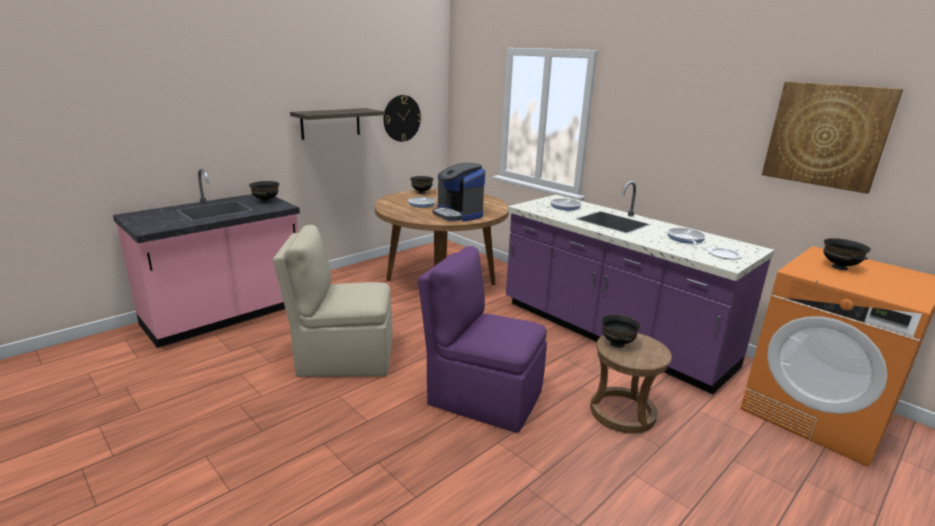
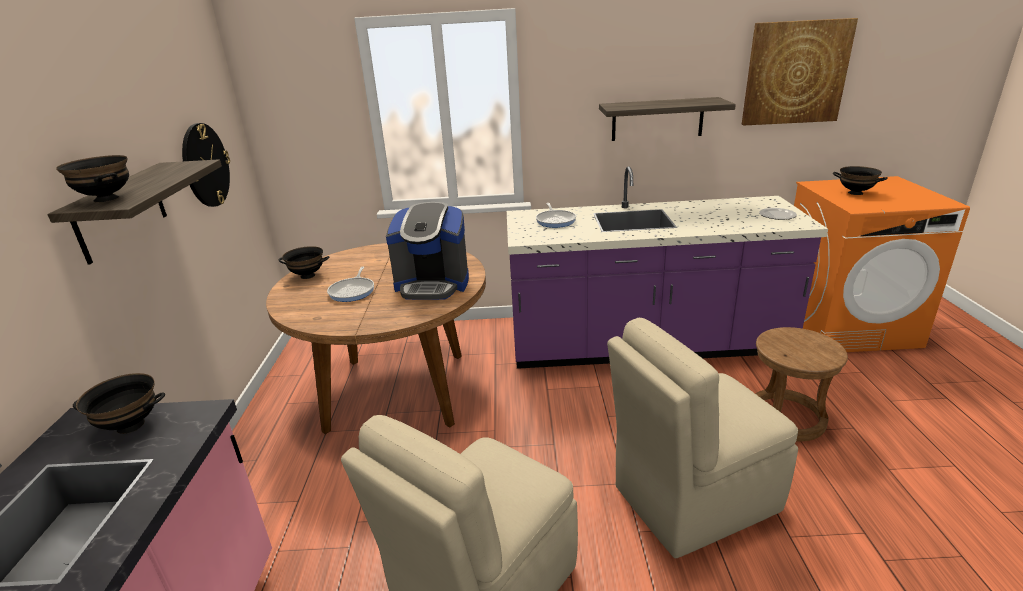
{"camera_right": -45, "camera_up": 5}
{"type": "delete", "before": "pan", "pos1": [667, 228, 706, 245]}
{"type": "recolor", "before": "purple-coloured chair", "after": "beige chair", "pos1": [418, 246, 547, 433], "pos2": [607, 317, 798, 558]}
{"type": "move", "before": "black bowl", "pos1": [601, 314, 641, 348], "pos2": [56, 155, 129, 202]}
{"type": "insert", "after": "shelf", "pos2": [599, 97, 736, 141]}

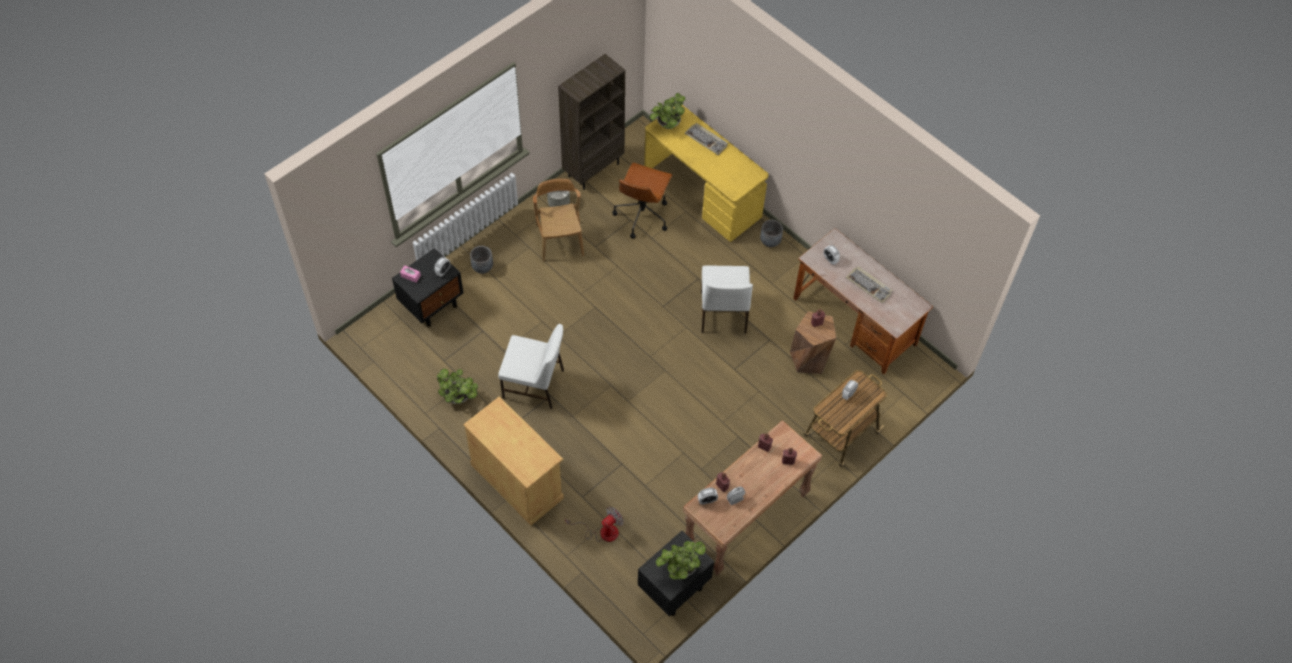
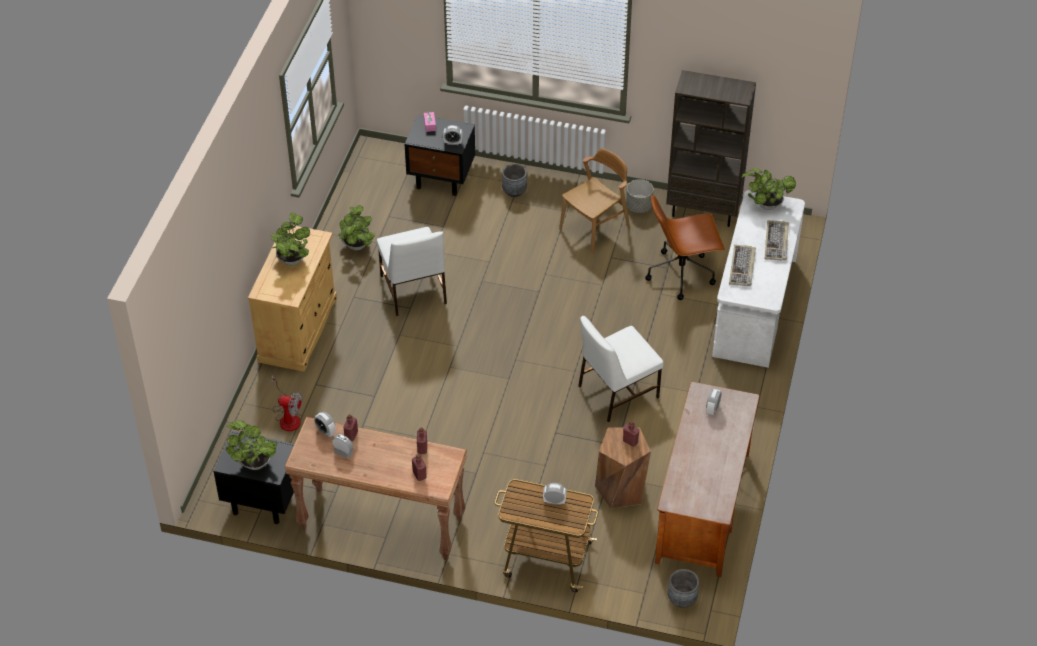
{"camera_right": 60, "camera_up": -10}
{"type": "recolor", "before": "yellow-coloured desk", "after": "whitish desk", "pos1": [644, 105, 769, 242], "pos2": [712, 190, 805, 368]}
{"type": "move", "before": "gray flower pot", "pos1": [760, 220, 783, 247], "pos2": [668, 569, 699, 608]}
{"type": "move", "before": "keyboard", "pos1": [846, 266, 893, 304], "pos2": [729, 245, 756, 286]}
{"type": "insert", "after": "potted plant", "pos2": [270, 213, 310, 265]}

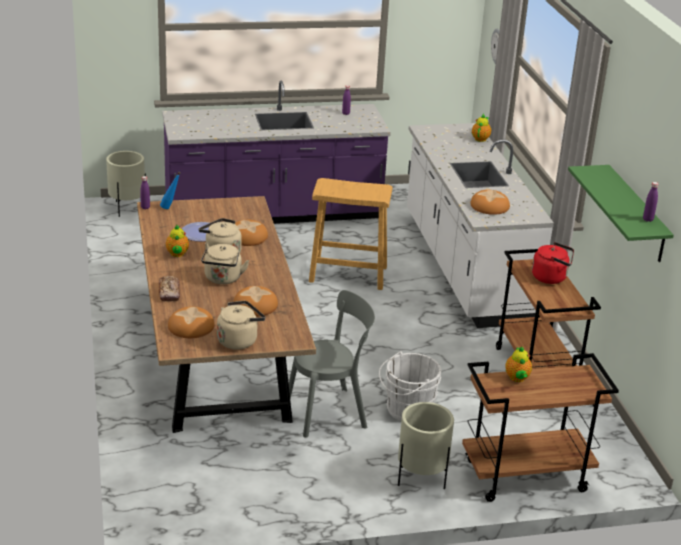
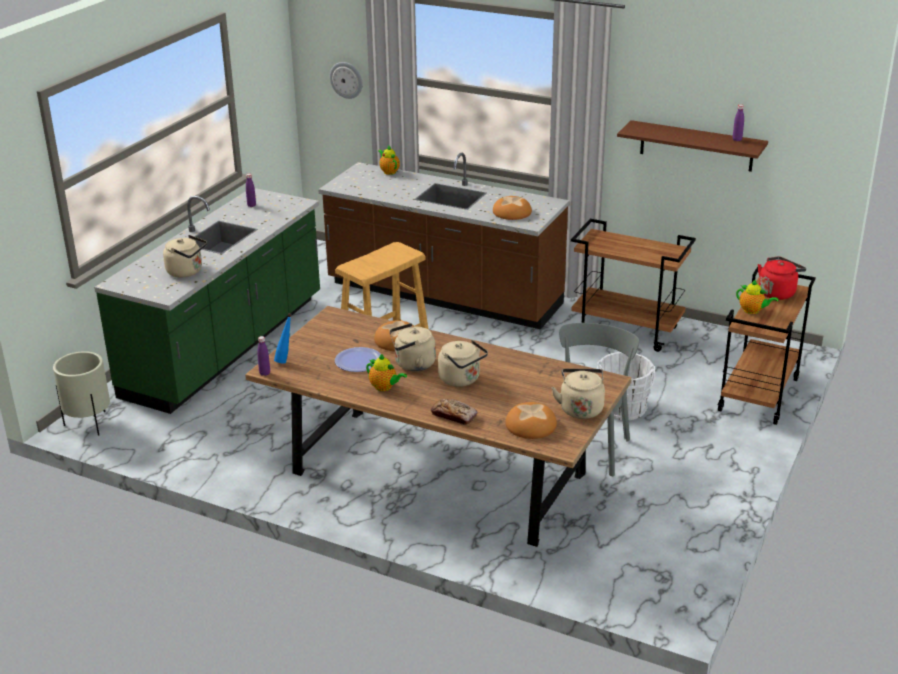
{"camera_right": -50, "camera_up": 0}
{"type": "recolor", "before": "purple-coloured kitchen base unit", "after": "greenish kitchen base unit", "pos1": [162, 81, 391, 224], "pos2": [94, 188, 320, 414]}
{"type": "recolor", "before": "whitish kitchen base unit", "after": "brown kitchen base unit", "pos1": [407, 123, 554, 328], "pos2": [318, 153, 569, 329]}
{"type": "recolor", "before": "greenish shelf", "after": "brown shelf", "pos1": [568, 165, 674, 262], "pos2": [617, 120, 768, 172]}
{"type": "move", "before": "red-coloured kettle", "pos1": [532, 242, 574, 284], "pos2": [758, 256, 806, 300]}
{"type": "delete", "before": "bread", "pos1": [233, 286, 278, 317]}
{"type": "delete", "before": "beige flower pot", "pos1": [398, 402, 454, 490]}
{"type": "insert", "after": "beige kettle", "pos2": [163, 235, 207, 277]}

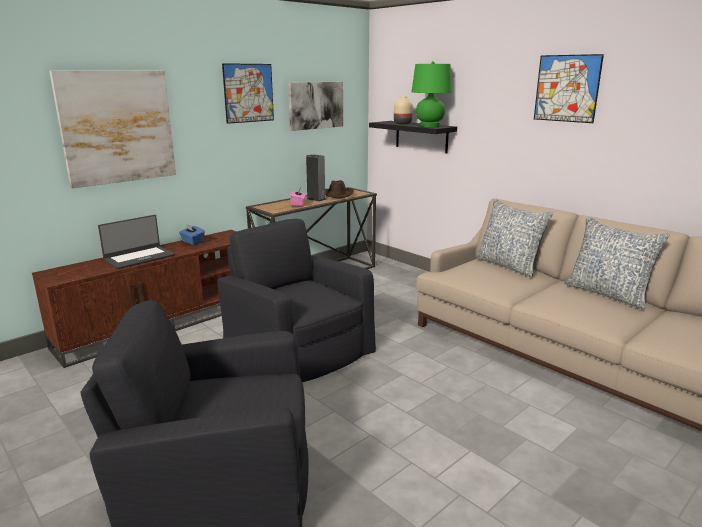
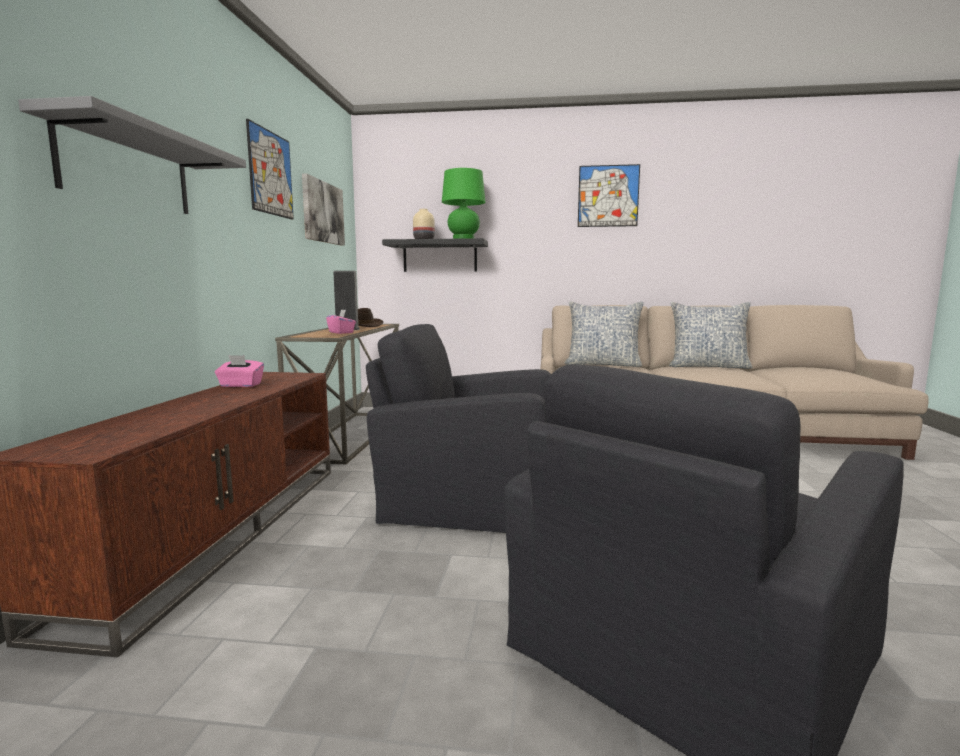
{"camera_right": -40, "camera_up": -10}
{"type": "replace", "before": "wall art", "after": "gray shelf", "pos1": [49, 71, 176, 188], "pos2": [18, 96, 246, 214]}
{"type": "delete", "before": "portable computer", "pos1": [98, 215, 175, 269]}
{"type": "recolor", "before": "blue-coloured tissue box", "after": "pink-coloured tissue box", "pos1": [179, 224, 205, 245], "pos2": [215, 355, 264, 387]}

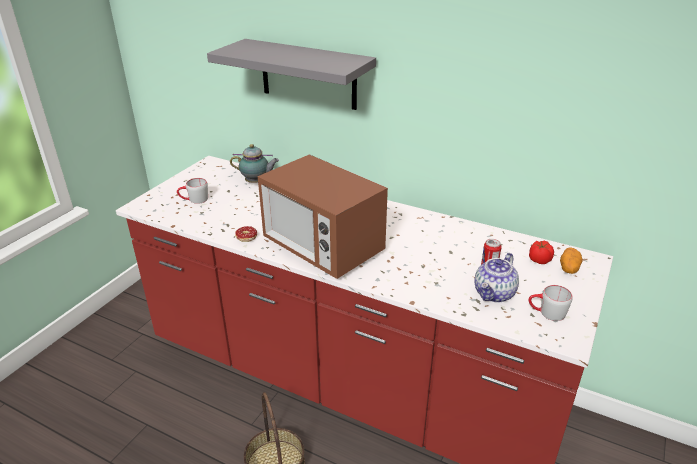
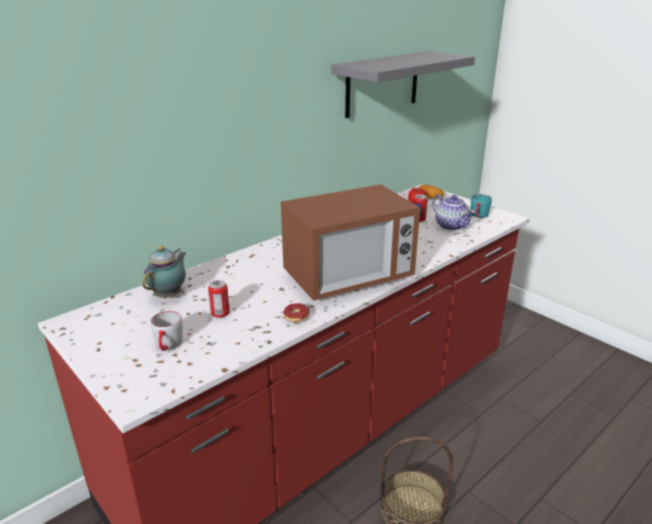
{"camera_right": -70, "camera_up": -5}
{"type": "move", "before": "gray shelf", "pos1": [207, 39, 376, 110], "pos2": [331, 51, 475, 118]}
{"type": "recolor", "before": "gray mug", "after": "blue-green mug", "pos1": [529, 285, 573, 321], "pos2": [471, 194, 492, 218]}
{"type": "insert", "after": "metal can", "pos2": [208, 280, 230, 318]}

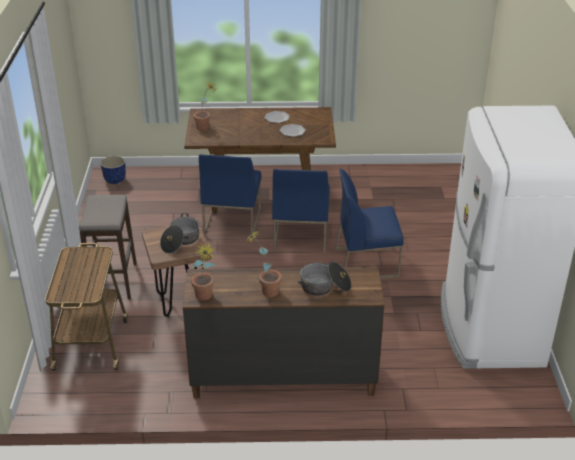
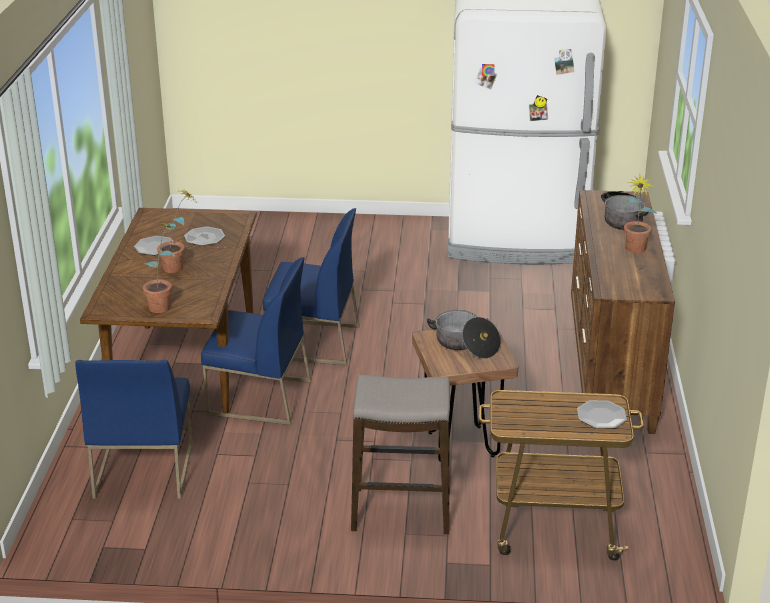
{"camera_right": -85, "camera_up": -5}
{"type": "delete", "before": "flower pot", "pos1": [100, 156, 126, 184]}
{"type": "move", "before": "blue-coloured chair", "pos1": [335, 169, 404, 278], "pos2": [75, 360, 193, 499]}
{"type": "move", "before": "potted plant", "pos1": [191, 243, 216, 300], "pos2": [157, 189, 195, 273]}
{"type": "insert", "after": "plate", "pos2": [577, 400, 627, 428]}

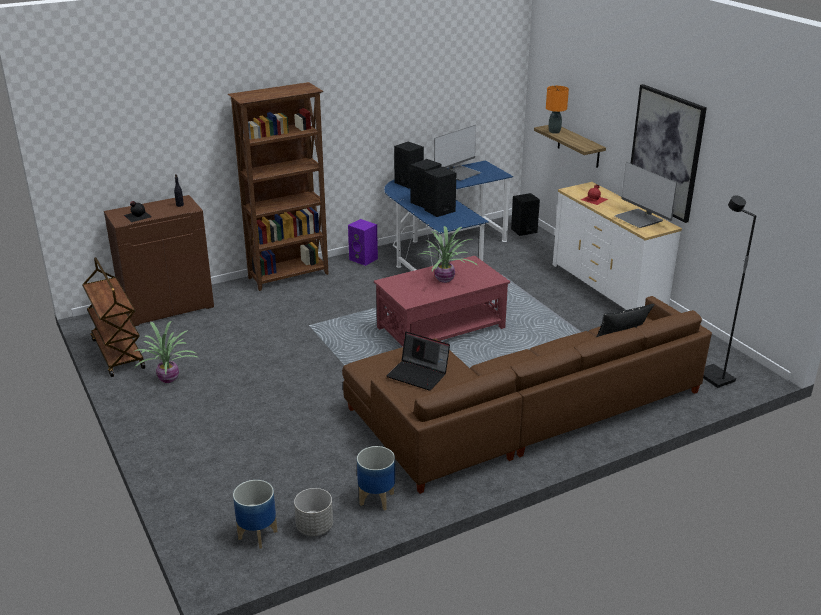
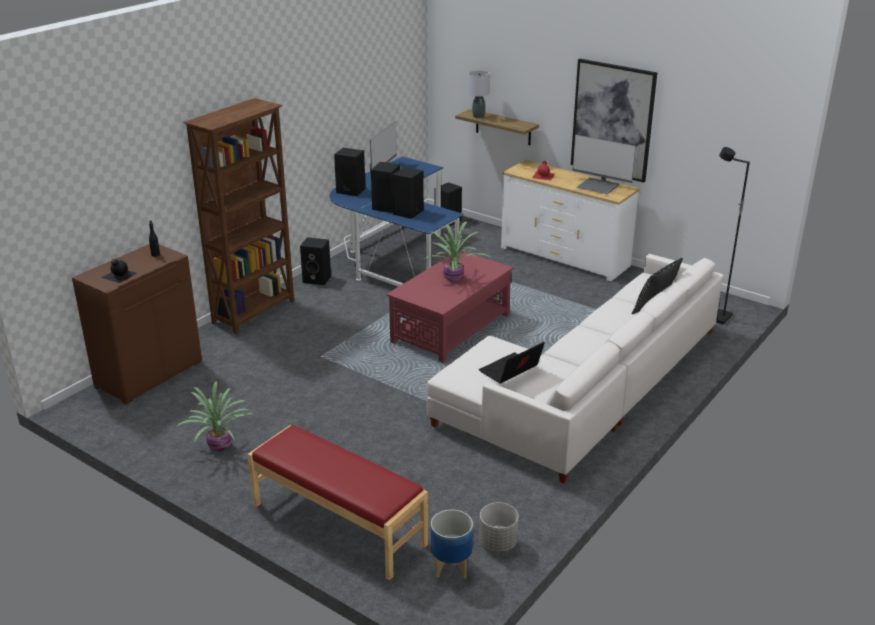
{"camera_right": -25, "camera_up": 0}
{"type": "recolor", "before": "orange table lamp", "after": "gray table lamp", "pos1": [546, 86, 569, 134], "pos2": [468, 71, 490, 118]}
{"type": "recolor", "before": "purple-coloured loudspeaker", "after": "black loudspeaker", "pos1": [348, 219, 378, 266], "pos2": [300, 237, 331, 285]}
{"type": "delete", "before": "brown wheeled cart", "pos1": [82, 257, 145, 377]}
{"type": "recolor", "before": "brown settee", "after": "whitish settee", "pos1": [342, 296, 712, 494], "pos2": [426, 254, 724, 483]}
{"type": "rotate", "before": "portable computer", "pos1": [386, 332, 450, 391], "pos2": [479, 342, 545, 384], "turn": 135}
{"type": "delete", "before": "flower pot", "pos1": [357, 446, 395, 511]}
{"type": "insert", "after": "red-coloured indoor bench", "pos2": [248, 425, 428, 580]}

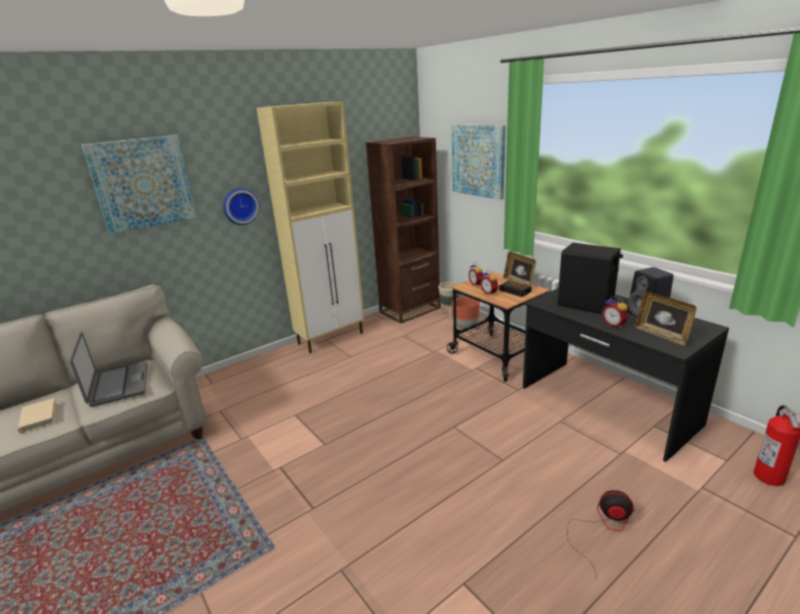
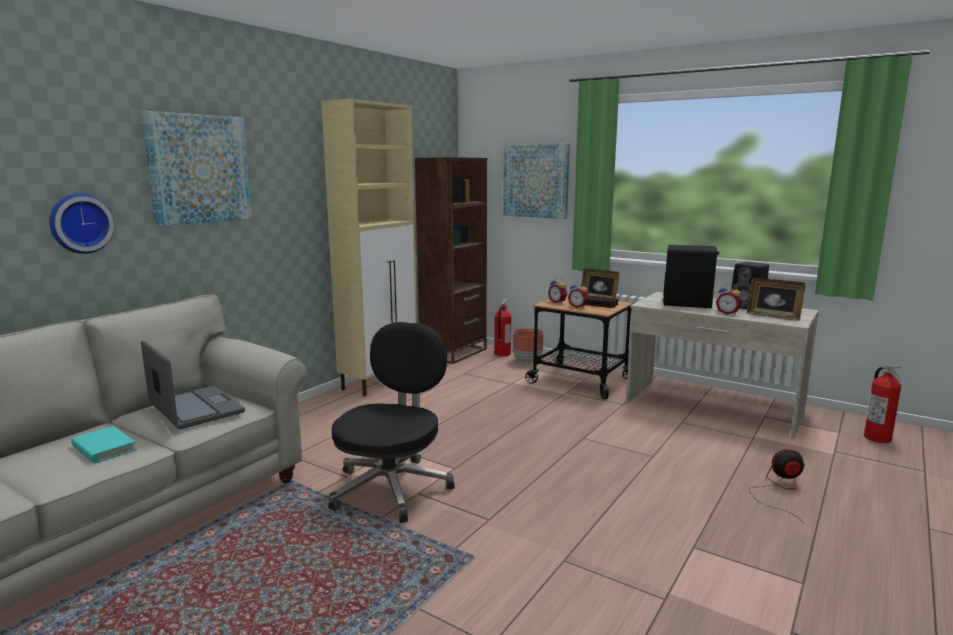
{"camera_right": -20, "camera_up": -10}
{"type": "move", "before": "hanging clock", "pos1": [223, 188, 259, 225], "pos2": [49, 193, 114, 254]}
{"type": "replace", "before": "beige flower pot", "after": "fire-fighting cylinder", "pos1": [438, 282, 459, 320], "pos2": [494, 299, 511, 357]}
{"type": "recolor", "before": "black desk", "after": "beige desk", "pos1": [523, 288, 729, 462], "pos2": [626, 292, 819, 439]}
{"type": "recolor", "before": "beige volume", "after": "blue-green volume", "pos1": [18, 398, 56, 434], "pos2": [71, 426, 137, 463]}
{"type": "insert", "after": "black computer chair", "pos2": [328, 322, 455, 523]}

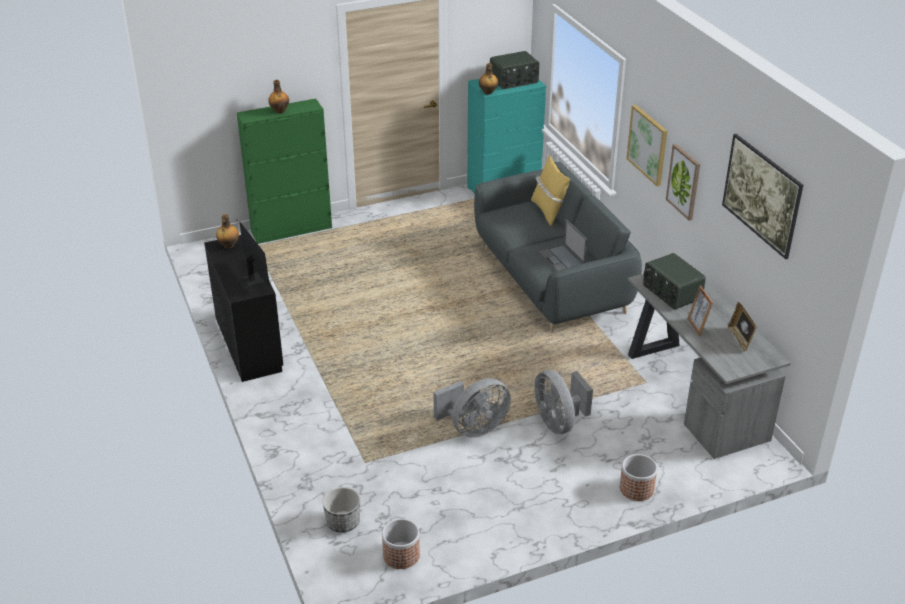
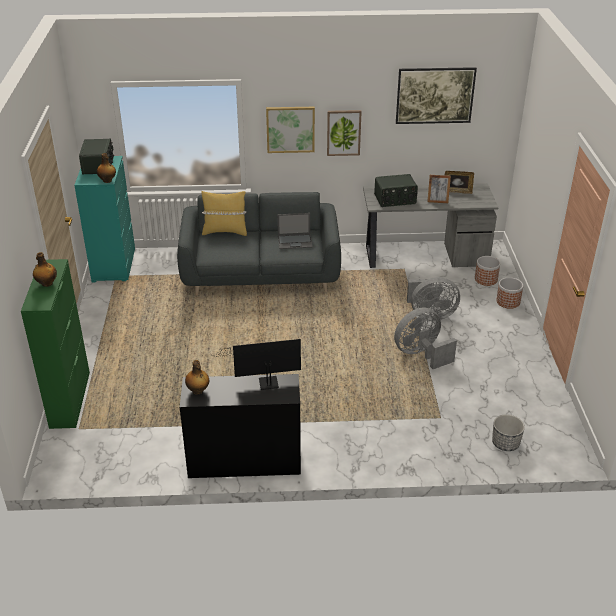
{"camera_right": -70, "camera_up": 0}
{"type": "rotate", "before": "gray electric fan", "pos1": [433, 378, 511, 438], "pos2": [394, 307, 457, 369], "turn": -105}
{"type": "move", "before": "flower pot", "pos1": [382, 519, 420, 569], "pos2": [475, 256, 500, 286]}

